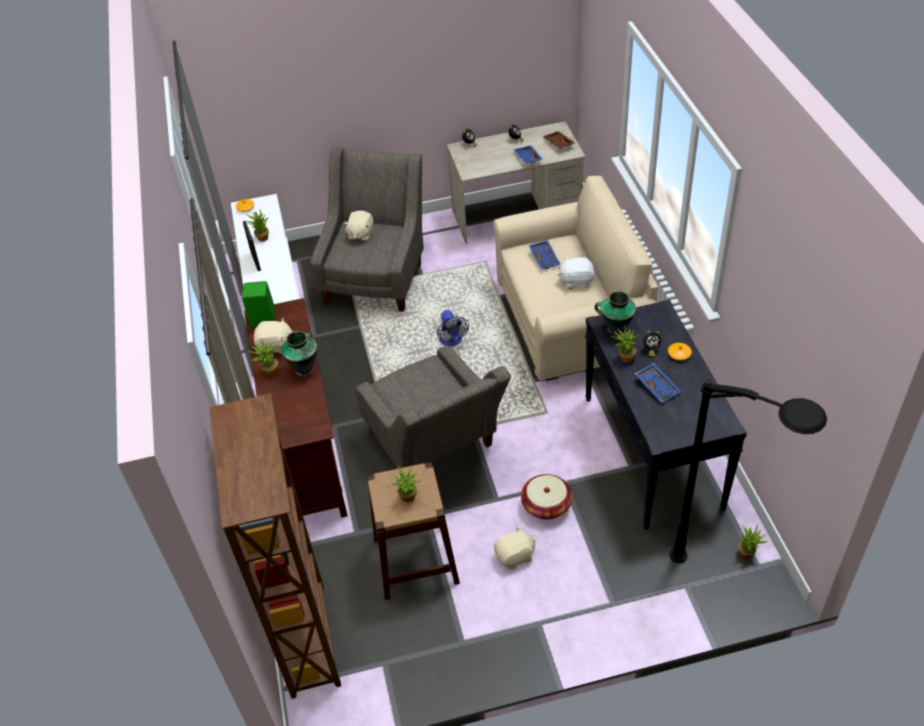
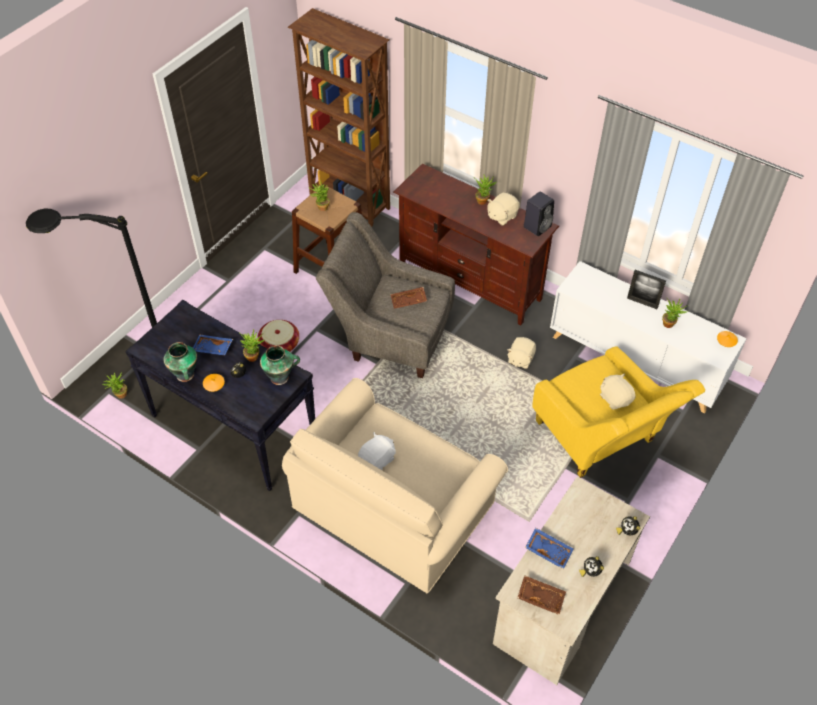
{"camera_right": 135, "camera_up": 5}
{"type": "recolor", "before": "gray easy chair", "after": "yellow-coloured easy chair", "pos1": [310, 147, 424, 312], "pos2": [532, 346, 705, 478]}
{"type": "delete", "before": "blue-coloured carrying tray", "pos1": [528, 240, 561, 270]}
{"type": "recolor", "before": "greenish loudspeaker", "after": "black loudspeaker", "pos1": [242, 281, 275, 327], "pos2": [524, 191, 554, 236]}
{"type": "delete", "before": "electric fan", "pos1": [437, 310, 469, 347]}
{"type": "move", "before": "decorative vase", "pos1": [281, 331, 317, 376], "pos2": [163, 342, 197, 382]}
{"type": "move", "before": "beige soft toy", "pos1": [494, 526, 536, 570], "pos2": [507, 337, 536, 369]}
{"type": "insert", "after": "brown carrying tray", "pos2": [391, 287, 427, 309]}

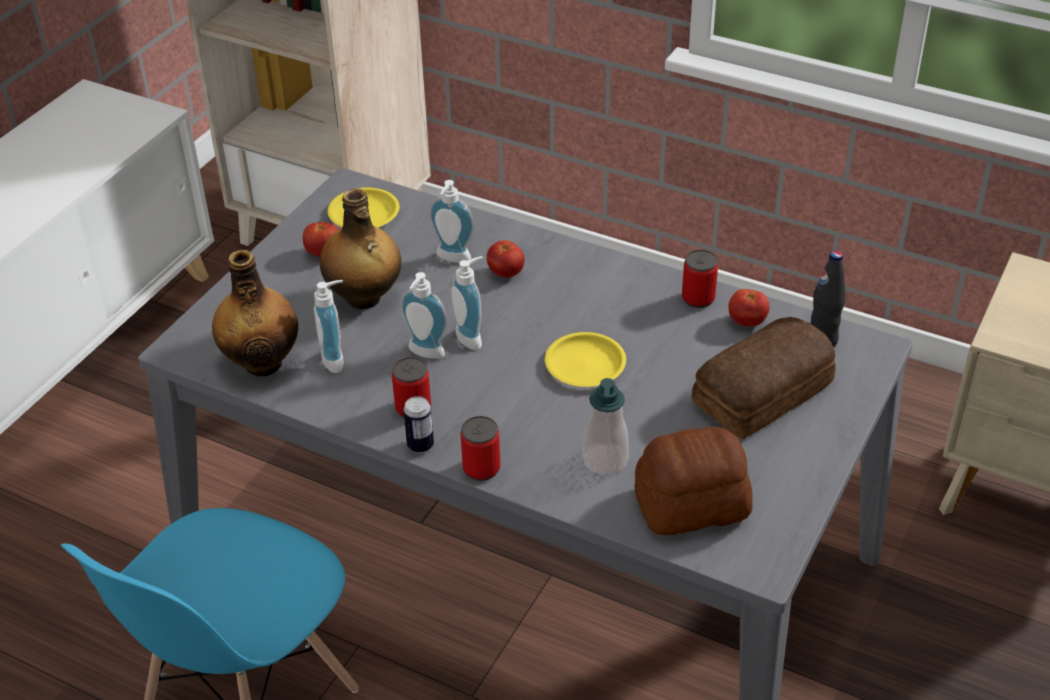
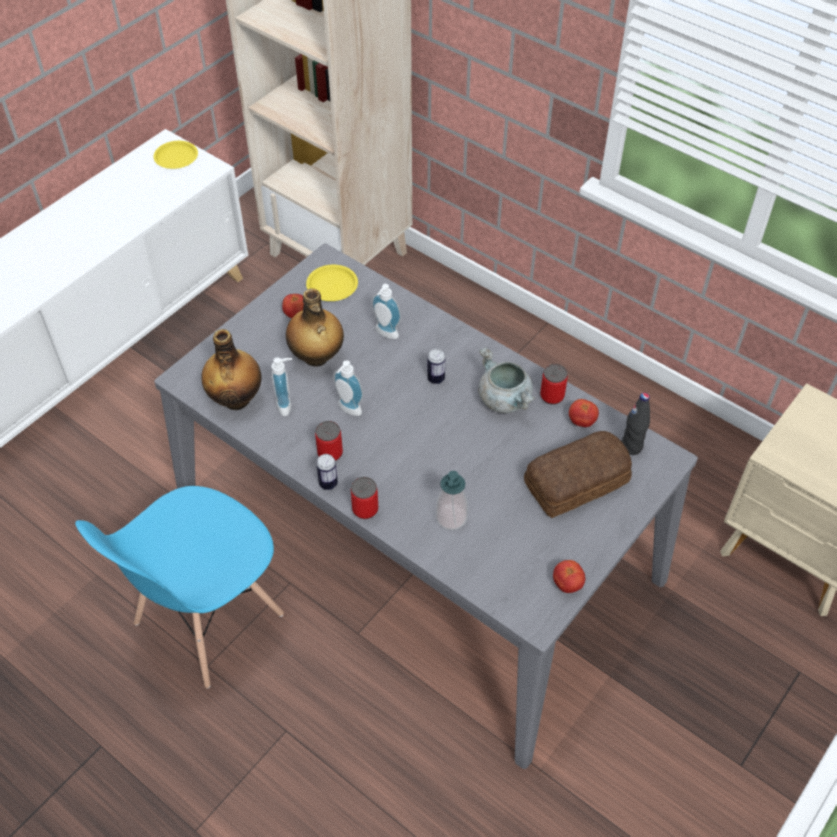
{"camera_right": 10, "camera_up": 10}
{"type": "move", "before": "whole tomato", "pos1": [487, 240, 525, 278], "pos2": [553, 560, 585, 593]}
{"type": "delete", "before": "soap dispenser", "pos1": [451, 256, 483, 350]}
{"type": "move", "before": "yellow-coloured plate", "pos1": [545, 332, 626, 387], "pos2": [153, 141, 198, 169]}
{"type": "delete", "before": "bread", "pos1": [634, 426, 752, 536]}
{"type": "insert", "after": "gray cooking pot", "pos2": [478, 347, 535, 413]}
{"type": "insert", "after": "metal can", "pos2": [427, 349, 445, 384]}

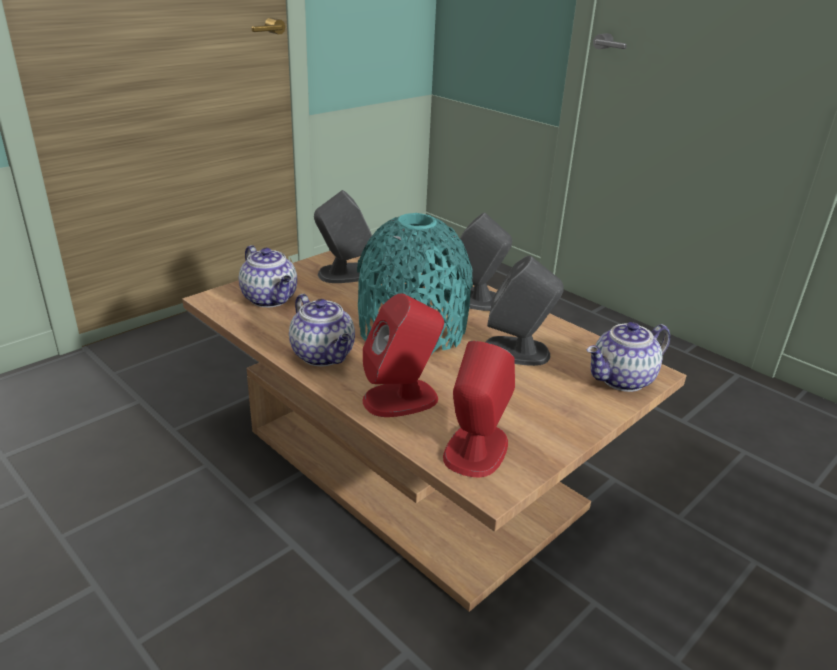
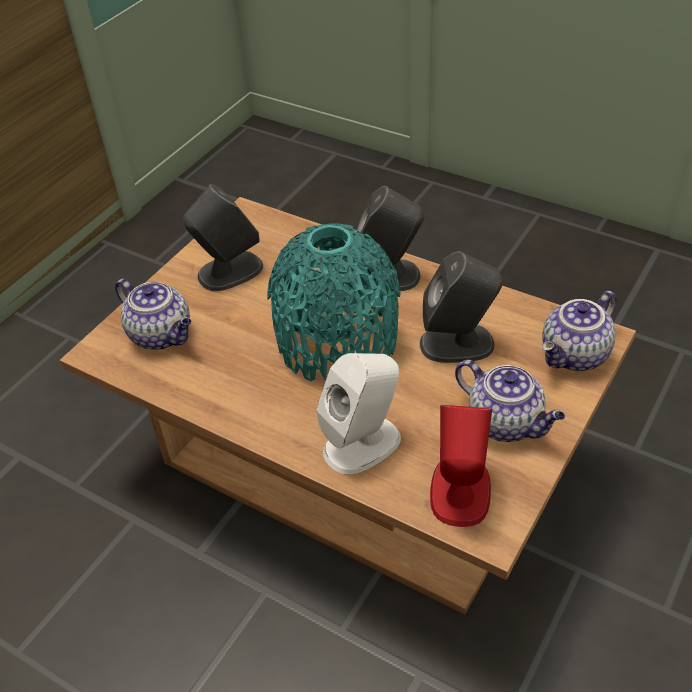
{"camera_right": -10, "camera_up": 15}
{"type": "move", "before": "teapot", "pos1": [289, 294, 355, 366], "pos2": [455, 360, 565, 442]}
{"type": "recolor", "before": "red-coloured loudspeaker", "after": "whitish loudspeaker", "pos1": [362, 294, 444, 417], "pos2": [316, 353, 401, 475]}

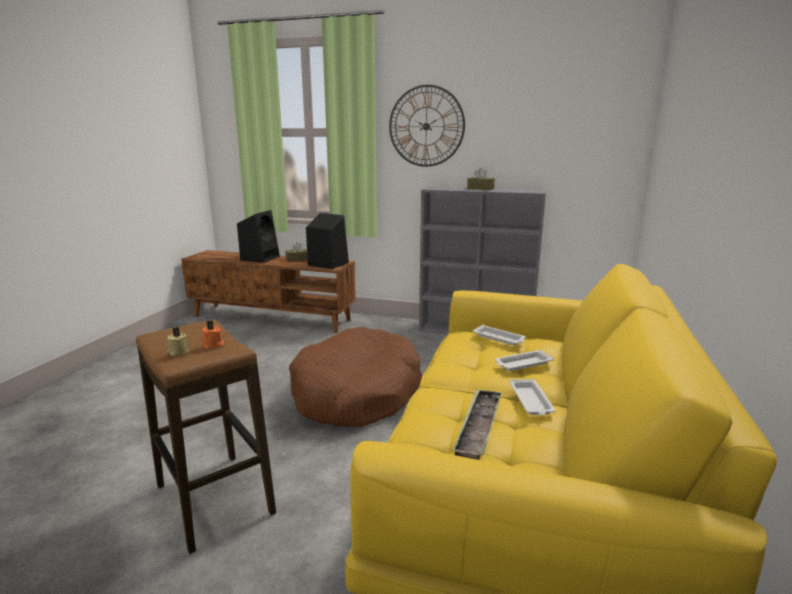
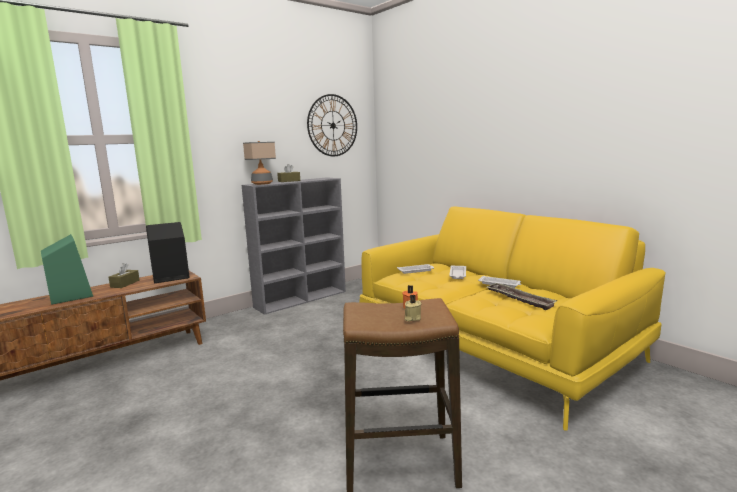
{"camera_right": -55, "camera_up": -5}
{"type": "move", "before": "hanging clock", "pos1": [389, 85, 465, 167], "pos2": [307, 94, 357, 156]}
{"type": "recolor", "before": "black loudspeaker", "after": "greenish loudspeaker", "pos1": [237, 210, 280, 263], "pos2": [41, 234, 93, 305]}
{"type": "delete", "before": "brown dog bed", "pos1": [289, 327, 422, 427]}
{"type": "insert", "after": "table lamp", "pos2": [243, 141, 276, 185]}

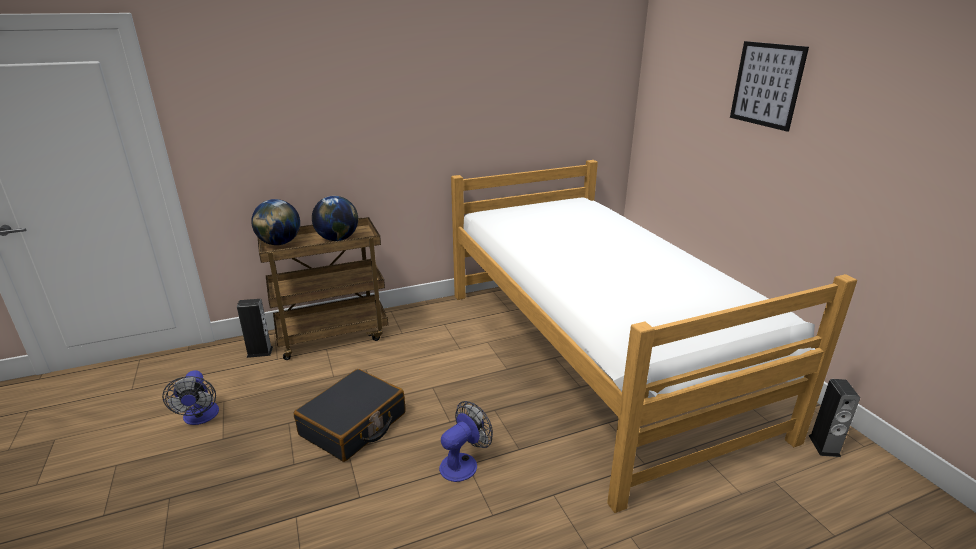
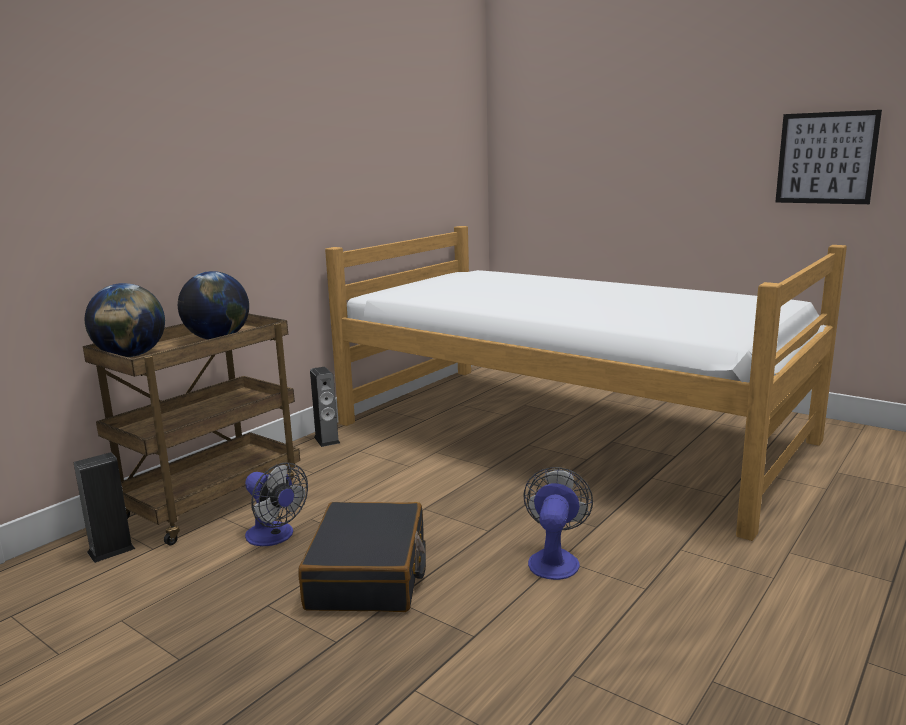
{"camera_right": -30, "camera_up": -10}
{"type": "move", "before": "wall art", "pos1": [730, 41, 809, 132], "pos2": [775, 110, 882, 204]}
{"type": "move", "before": "electric fan", "pos1": [162, 370, 219, 425], "pos2": [245, 462, 308, 546]}
{"type": "move", "before": "loudspeaker", "pos1": [808, 379, 860, 457], "pos2": [310, 367, 340, 447]}

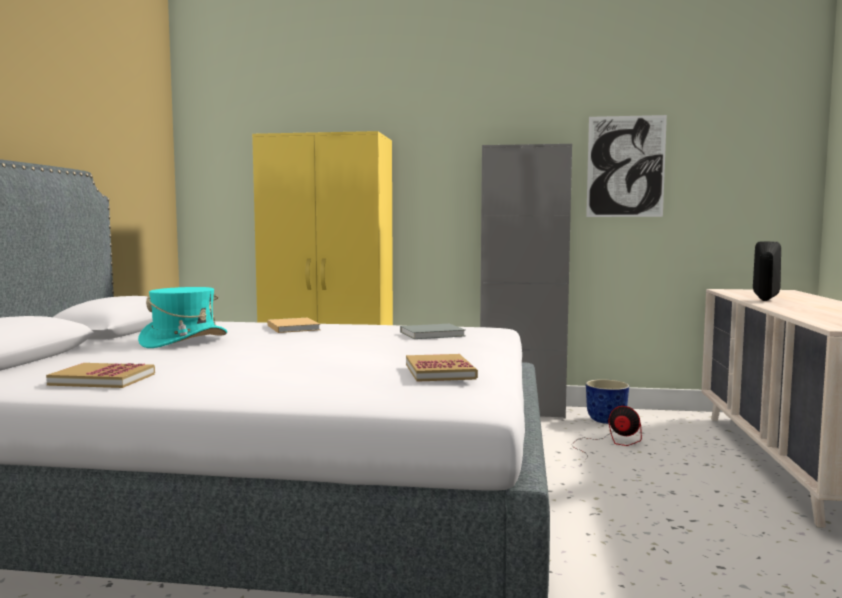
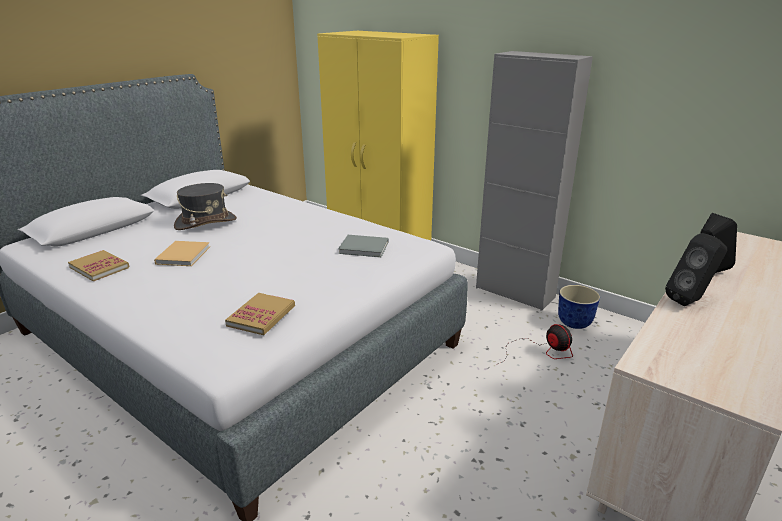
{"camera_right": 30, "camera_up": 20}
{"type": "delete", "before": "wall art", "pos1": [586, 115, 667, 217]}
{"type": "recolor", "before": "blue-green hat", "after": "gray hat", "pos1": [138, 287, 227, 348], "pos2": [174, 183, 237, 230]}
{"type": "move", "before": "beige volume", "pos1": [267, 318, 320, 333], "pos2": [154, 241, 210, 266]}
{"type": "insert", "after": "black loudspeaker", "pos2": [665, 233, 727, 306]}

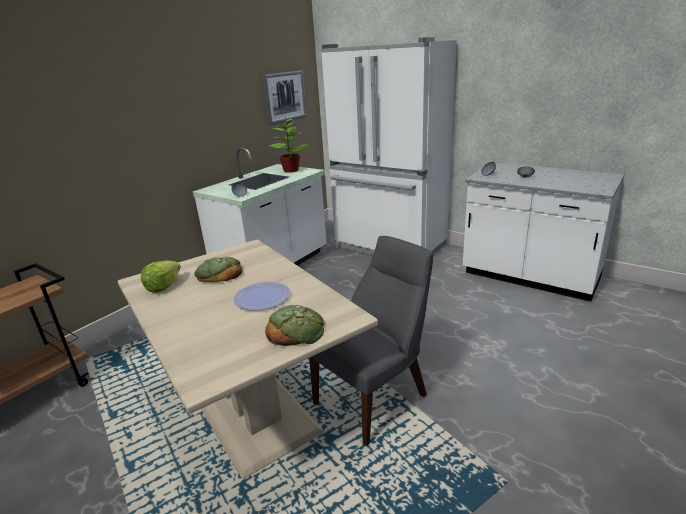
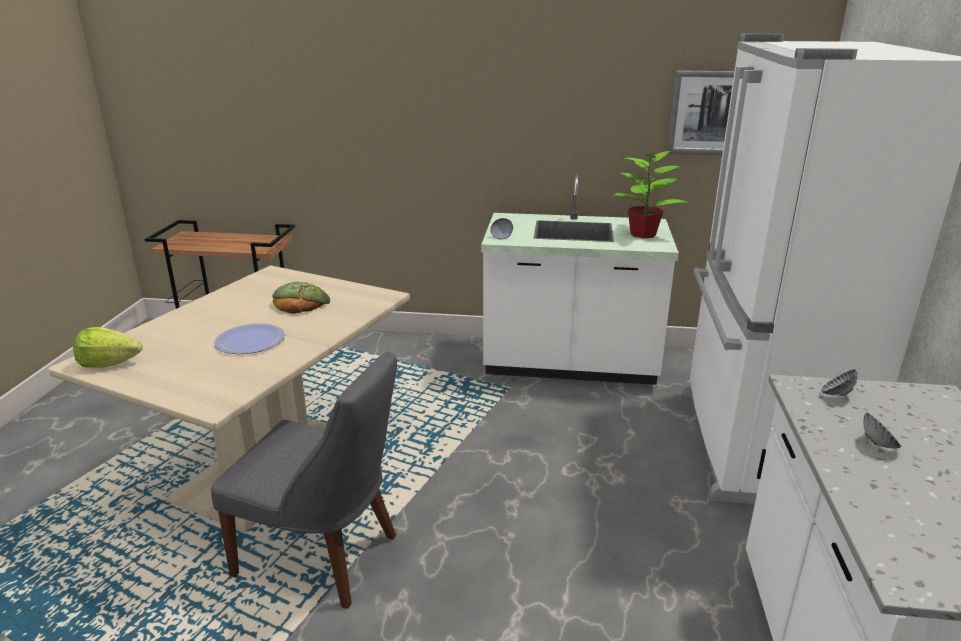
{"camera_right": 60, "camera_up": 0}
{"type": "move", "before": "lettuce head", "pos1": [141, 260, 181, 293], "pos2": [73, 327, 143, 368]}
{"type": "delete", "before": "bread", "pos1": [265, 305, 324, 346]}

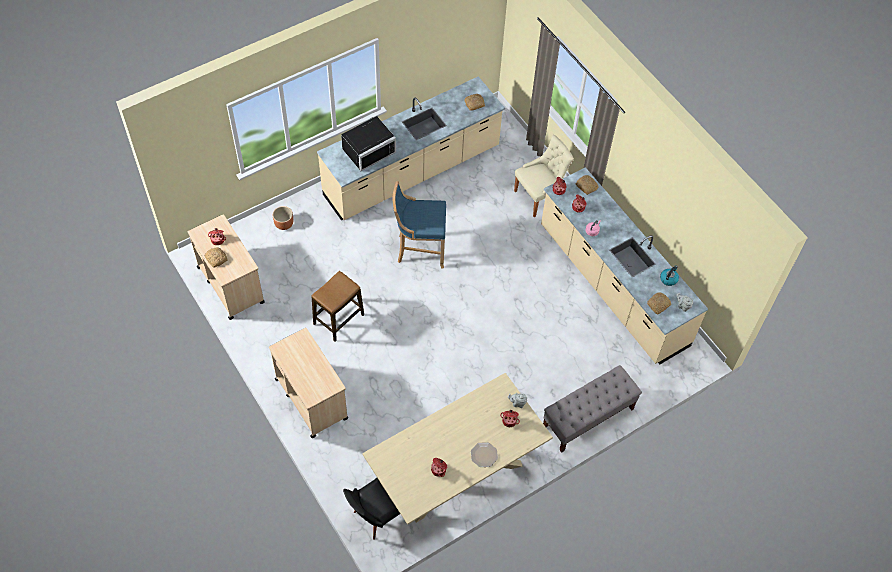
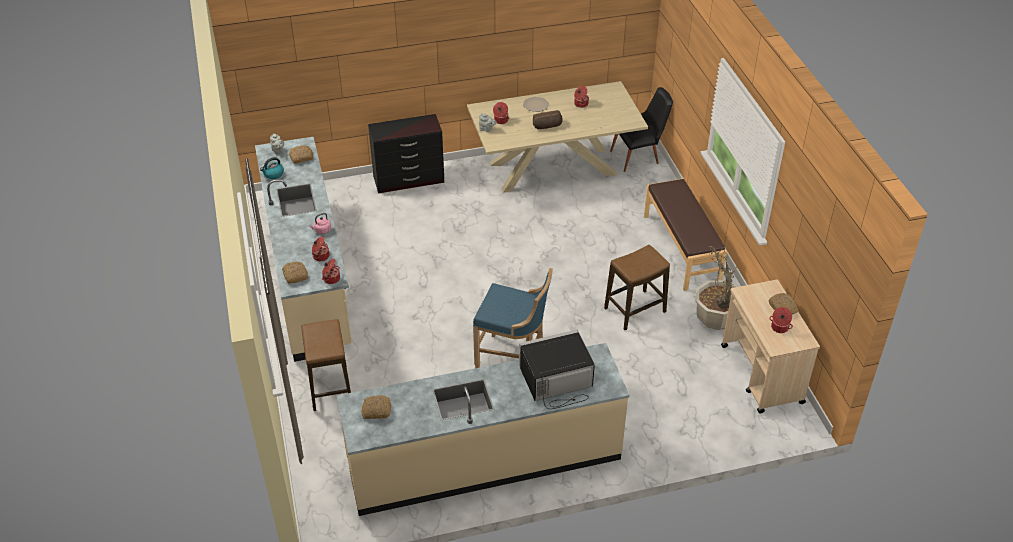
{"camera_right": -160, "camera_up": -15}
{"type": "replace", "before": "beige chair", "after": "sitting stool", "pos1": [514, 135, 574, 217], "pos2": [301, 319, 351, 411]}
{"type": "delete", "before": "brown flower pot", "pos1": [273, 206, 293, 230]}
{"type": "replace", "before": "beige wheeled cart", "after": "brown indoor bench", "pos1": [269, 328, 348, 438], "pos2": [644, 179, 727, 291]}
{"type": "replace", "before": "gray indoor bench", "after": "black dresser", "pos1": [543, 365, 642, 453], "pos2": [368, 114, 444, 193]}
{"type": "insert", "after": "bread", "pos2": [533, 110, 563, 129]}
{"type": "insert", "after": "potted plant", "pos2": [695, 244, 740, 330]}

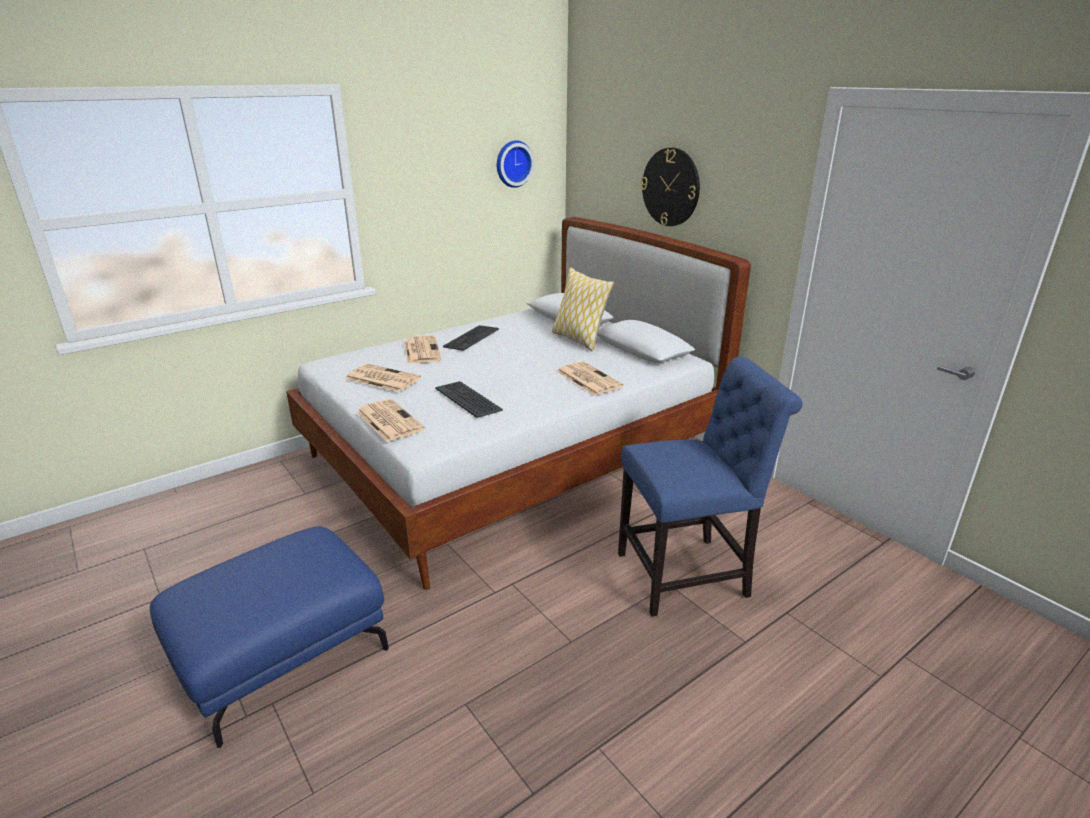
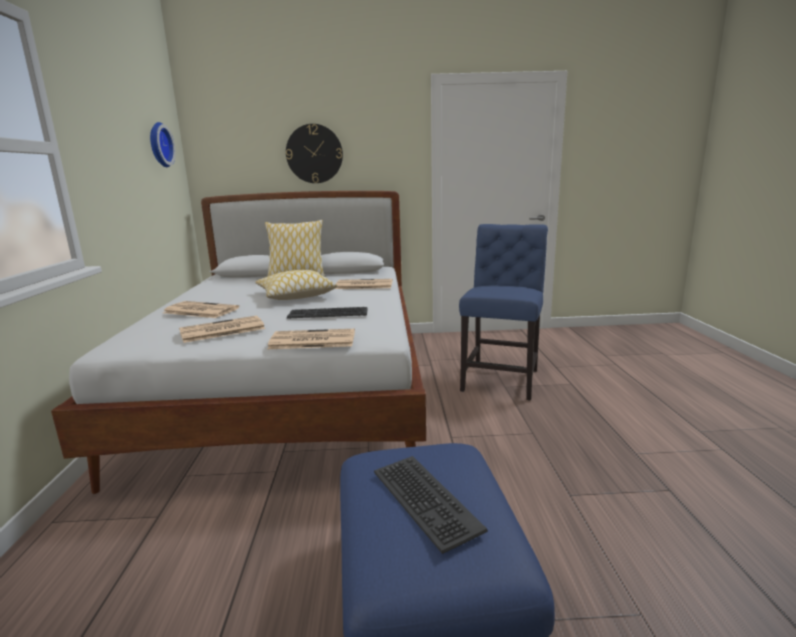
{"camera_right": -55, "camera_up": -10}
{"type": "move", "before": "keyboard", "pos1": [443, 325, 499, 351], "pos2": [374, 456, 488, 554]}
{"type": "insert", "after": "throw pillow", "pos2": [255, 270, 338, 300]}

